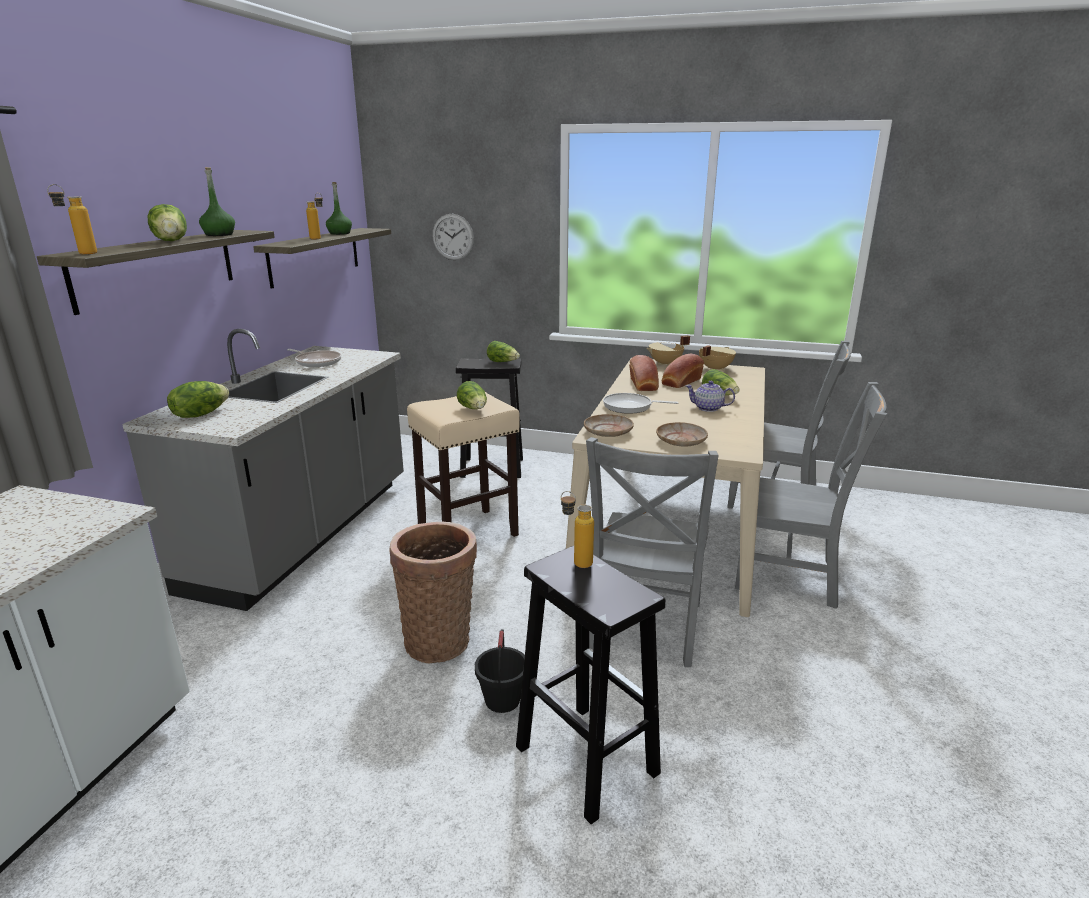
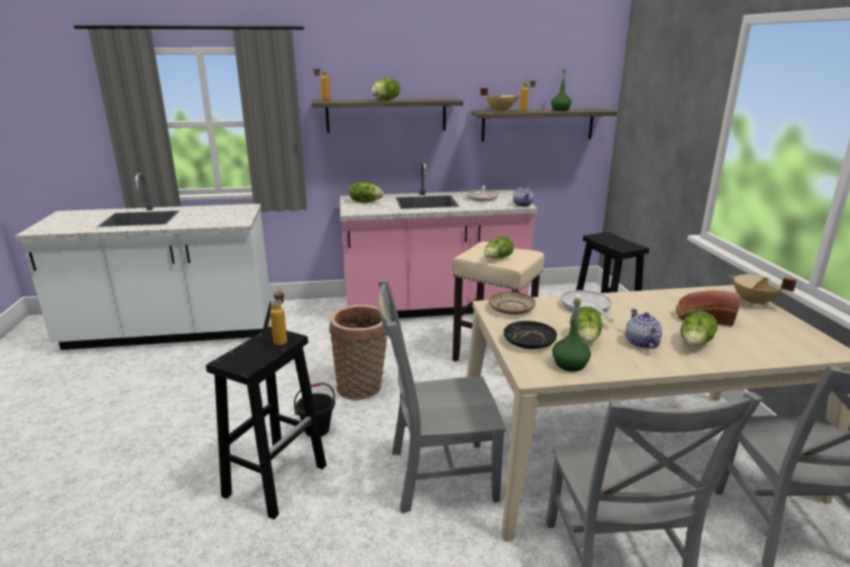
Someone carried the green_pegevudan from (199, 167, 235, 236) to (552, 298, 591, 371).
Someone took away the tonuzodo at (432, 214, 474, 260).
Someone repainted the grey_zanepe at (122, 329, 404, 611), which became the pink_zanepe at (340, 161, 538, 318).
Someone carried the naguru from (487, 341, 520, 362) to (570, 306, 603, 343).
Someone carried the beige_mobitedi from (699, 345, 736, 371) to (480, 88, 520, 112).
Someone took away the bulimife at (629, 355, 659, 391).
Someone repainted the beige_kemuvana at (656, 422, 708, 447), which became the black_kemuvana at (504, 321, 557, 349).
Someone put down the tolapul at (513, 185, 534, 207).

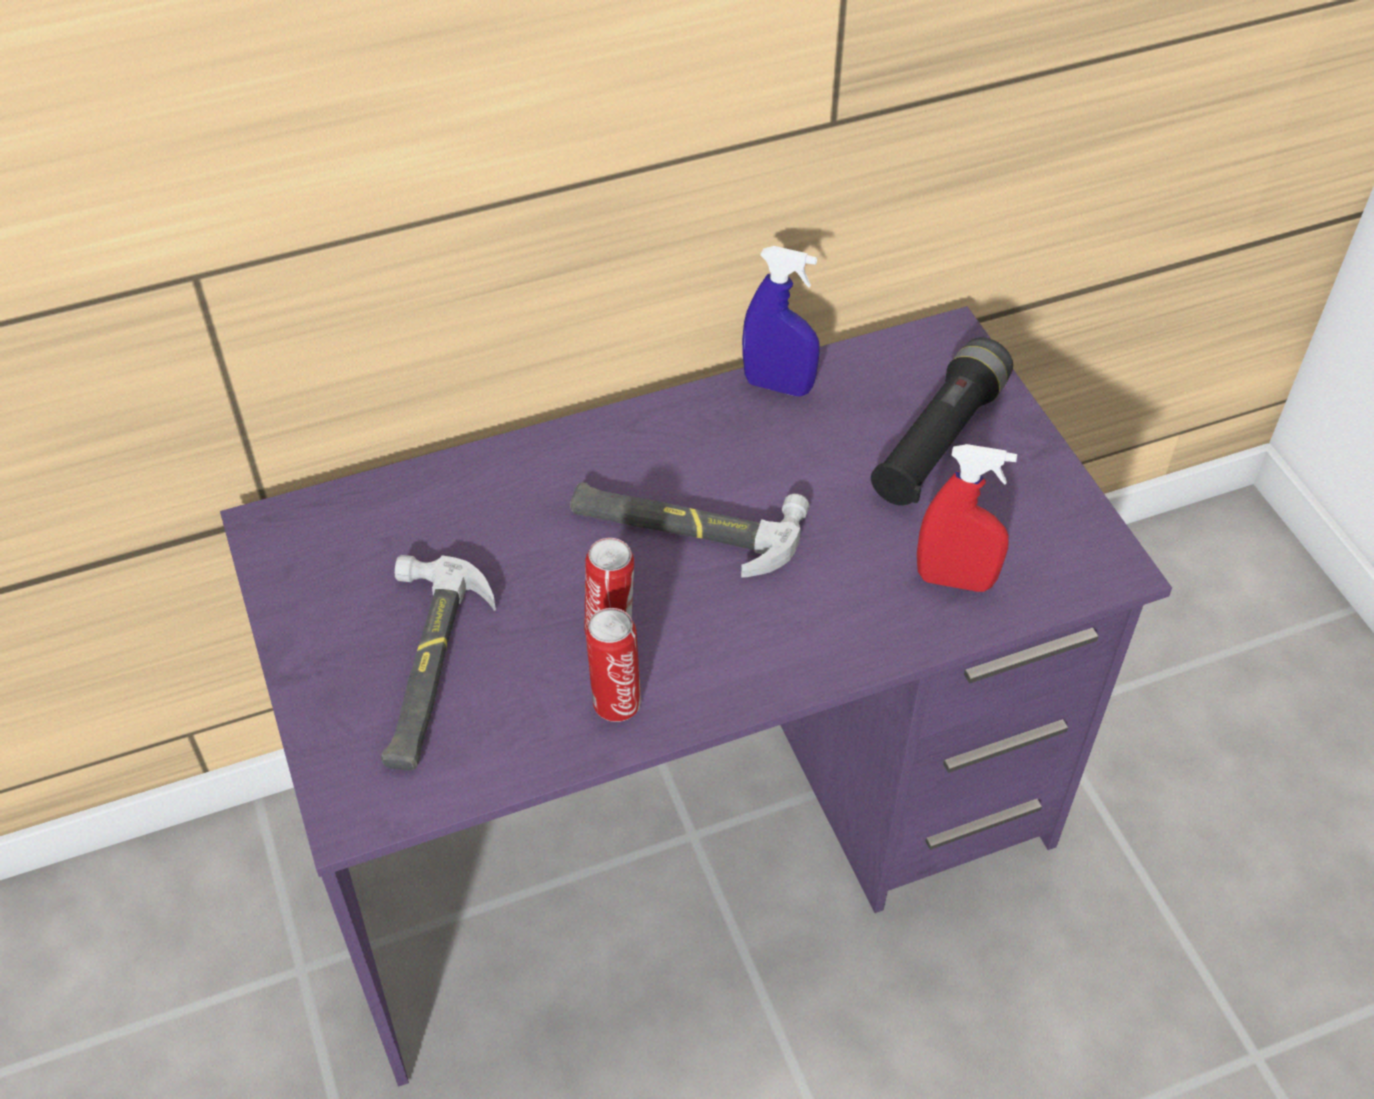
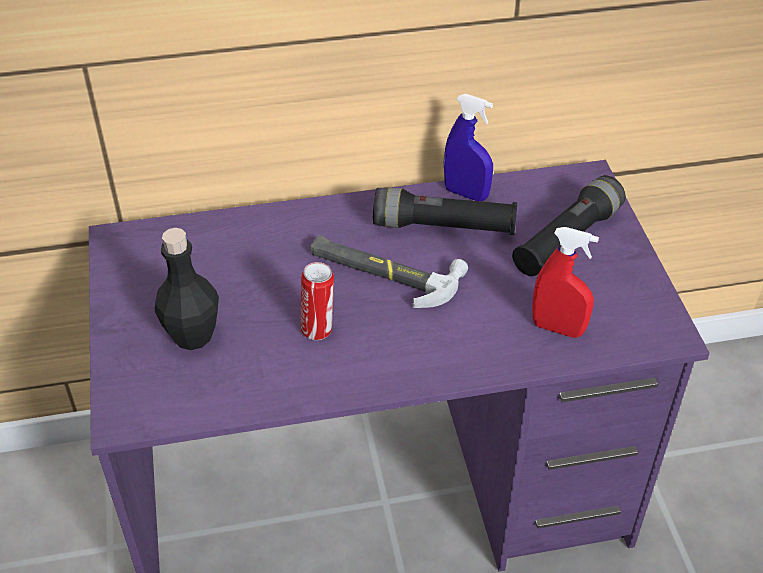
Someone swapped the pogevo at (381, 555, 496, 770) for the black_pegevudan at (155, 228, 219, 350).
Someone took away the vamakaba at (586, 608, 641, 722).
Someone put down the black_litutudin at (373, 187, 517, 235).

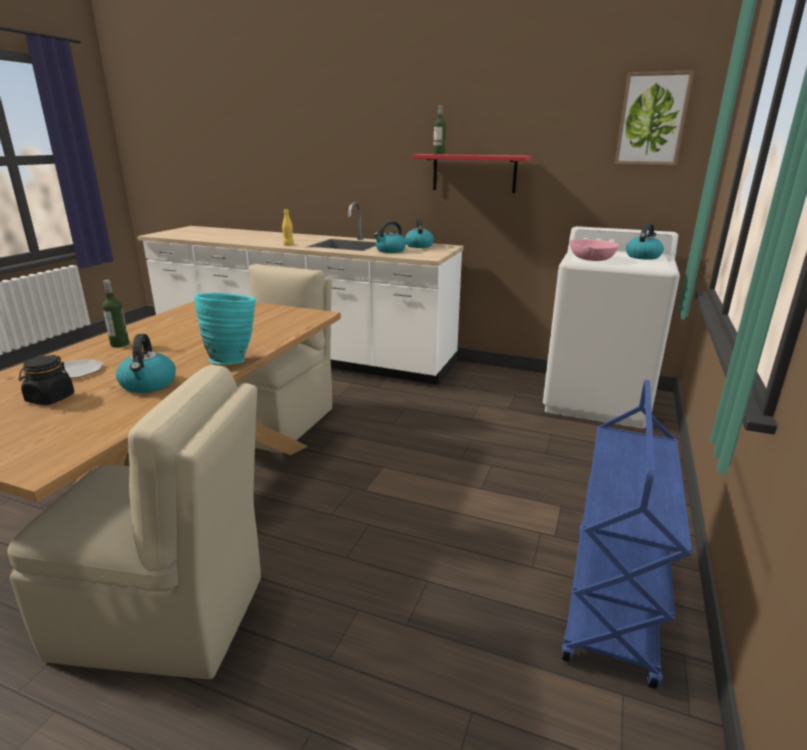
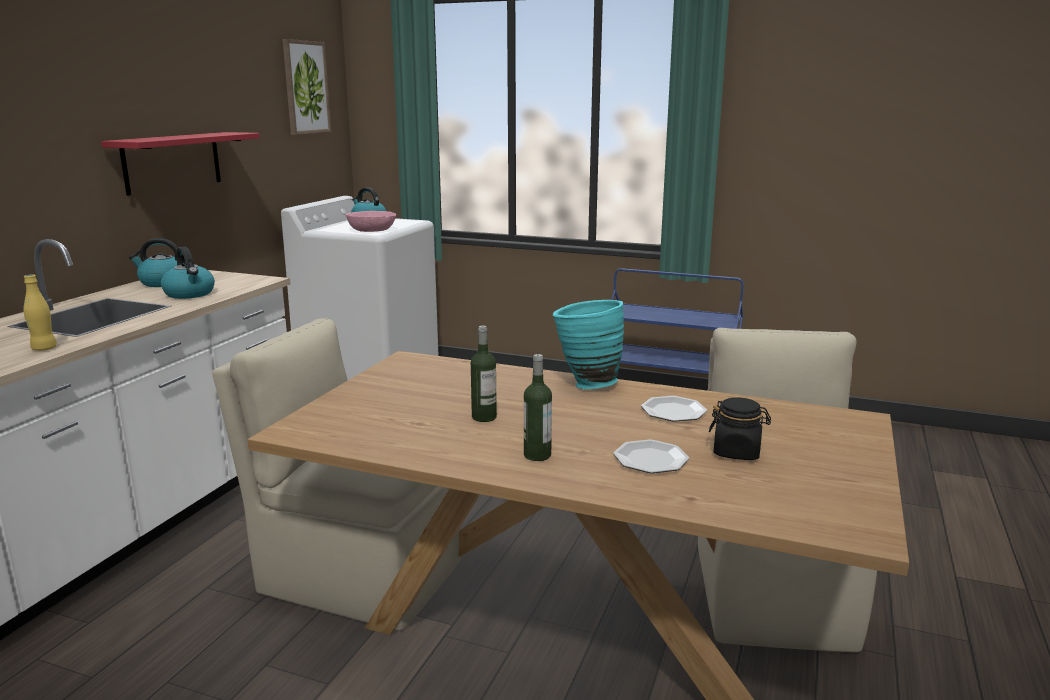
Someone carried the pegevudan from (433, 105, 446, 155) to (471, 326, 497, 422).
Someone swapped the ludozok at (116, 334, 176, 393) for the kemuvana at (641, 396, 707, 422).

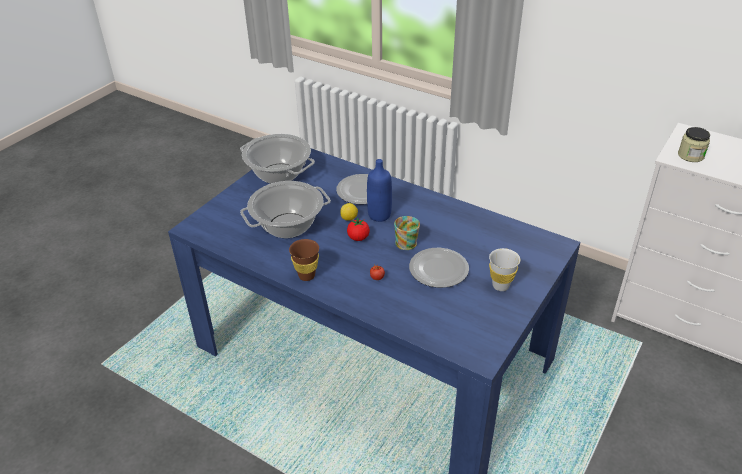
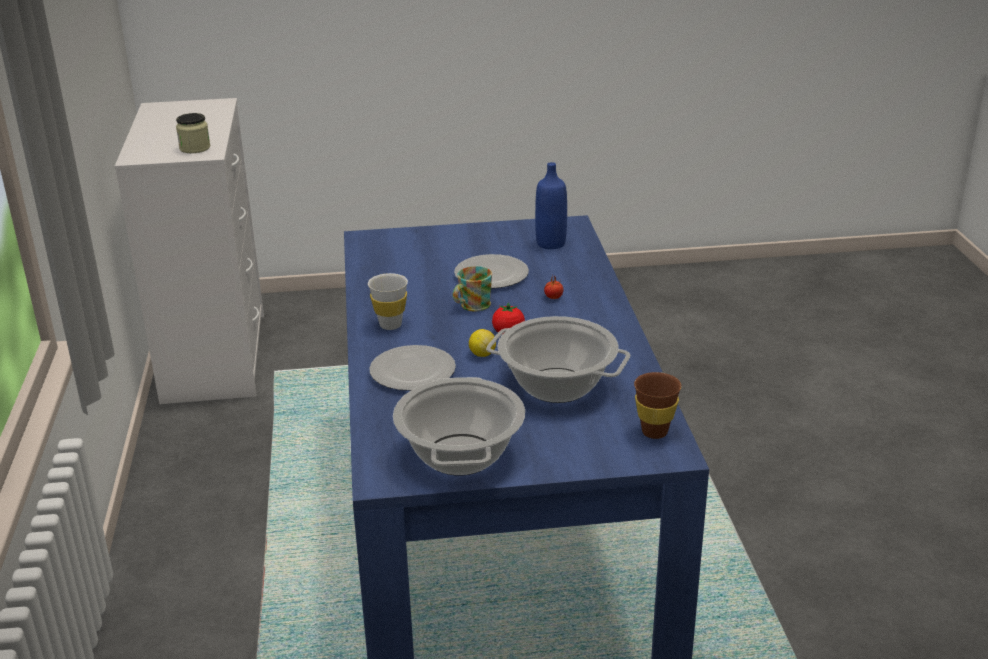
Someone carried the blue_pegevudan from (367, 159, 392, 222) to (535, 162, 567, 249).
Someone carried the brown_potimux from (289, 239, 319, 281) to (634, 372, 681, 439).
Someone carried the white_potimux from (489, 248, 520, 291) to (368, 273, 408, 330).

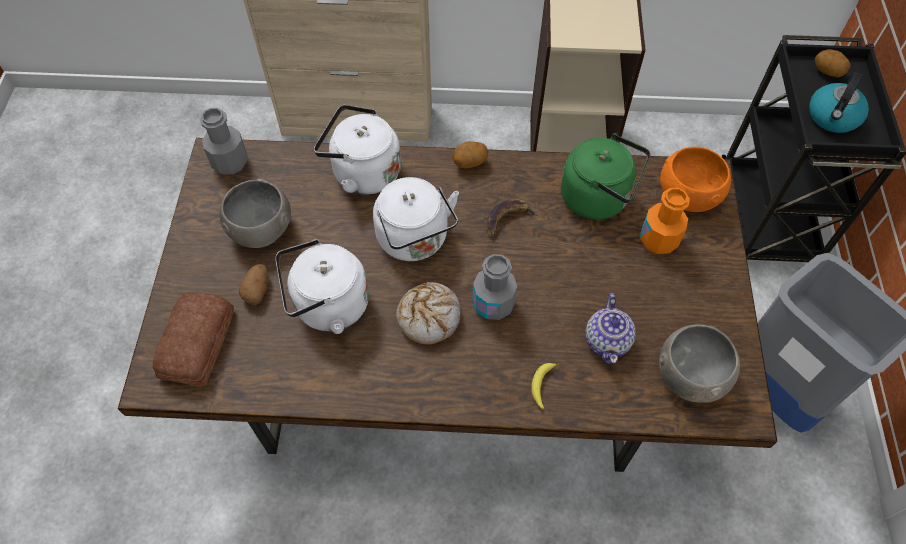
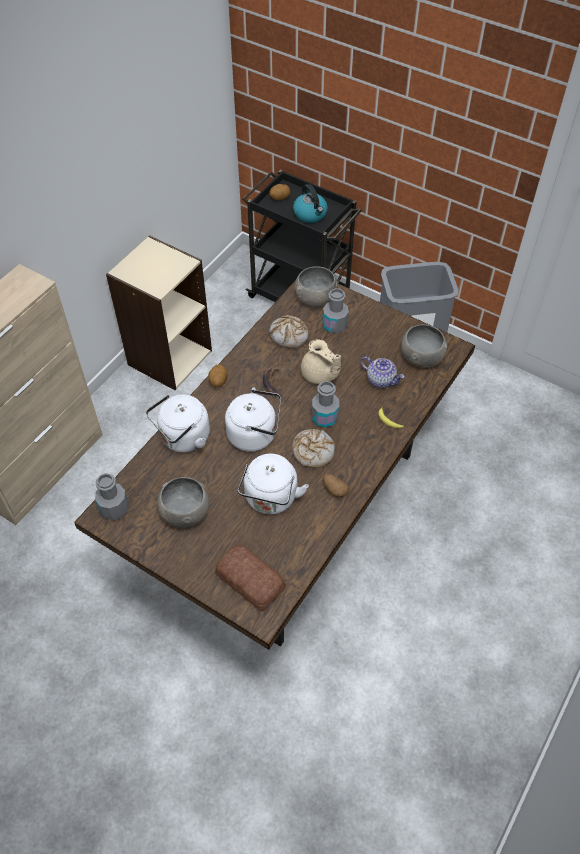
Someone swapped the green_ludozok at (561, 133, 650, 220) for the bulimife at (269, 315, 309, 348).
Someone repainted the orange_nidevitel at (660, 147, 731, 212), which became the grey_nidevitel at (295, 266, 339, 307).
Someone repainted the orange_pegevudan at (640, 188, 690, 254), which became the grey_pegevudan at (323, 288, 349, 334).
Someone carried the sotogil from (239, 264, 268, 305) to (323, 474, 349, 497).
Someone put down the beige_tolapul at (301, 339, 341, 384).

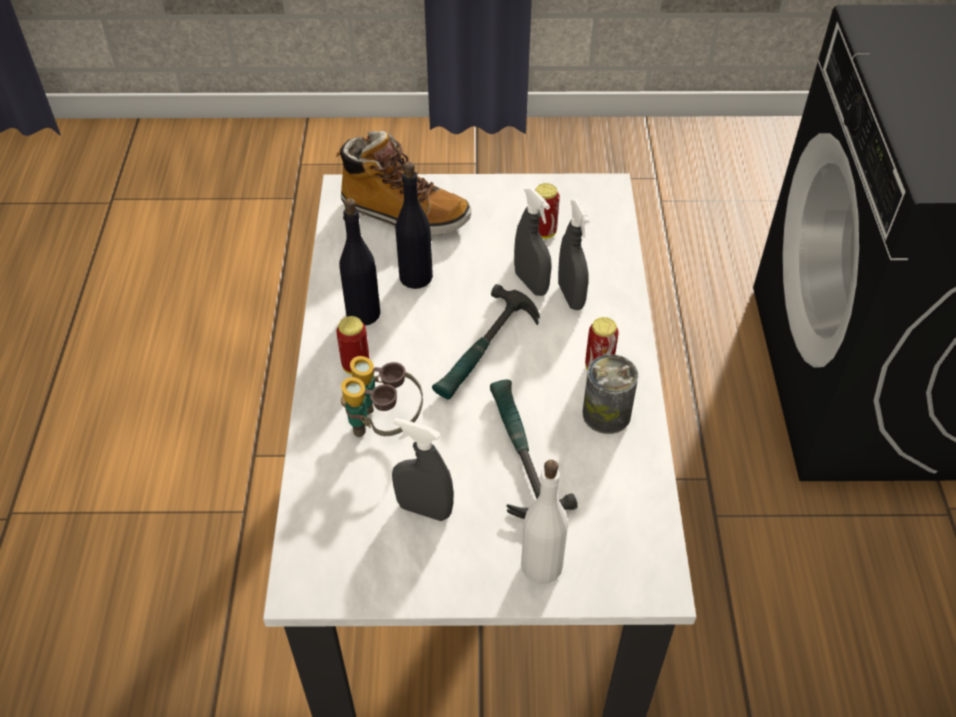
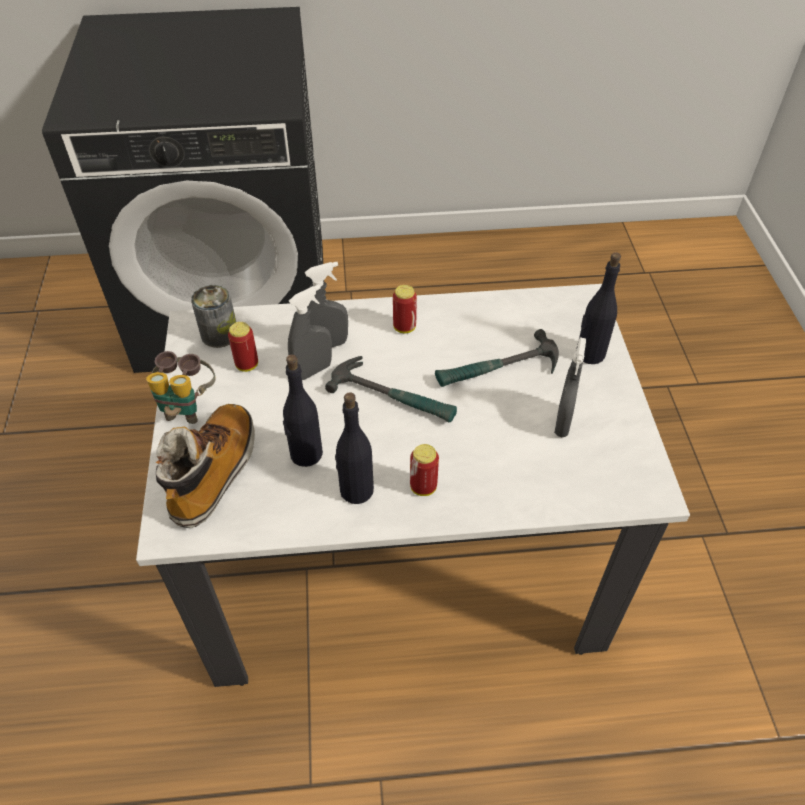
Someone carried the vamakaba from (583, 354, 638, 434) to (191, 284, 236, 348).
Someone carried the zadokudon from (341, 356, 423, 437) to (146, 351, 216, 424).
Someone repainted the white_pegevudan at (521, 460, 568, 584), which became the black_pegevudan at (576, 252, 621, 364).

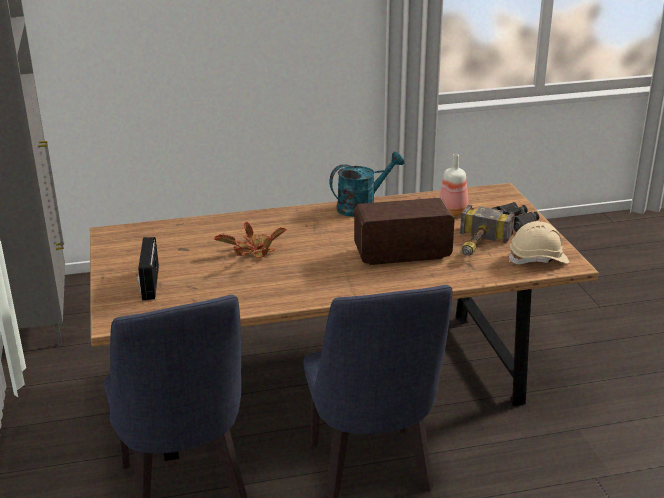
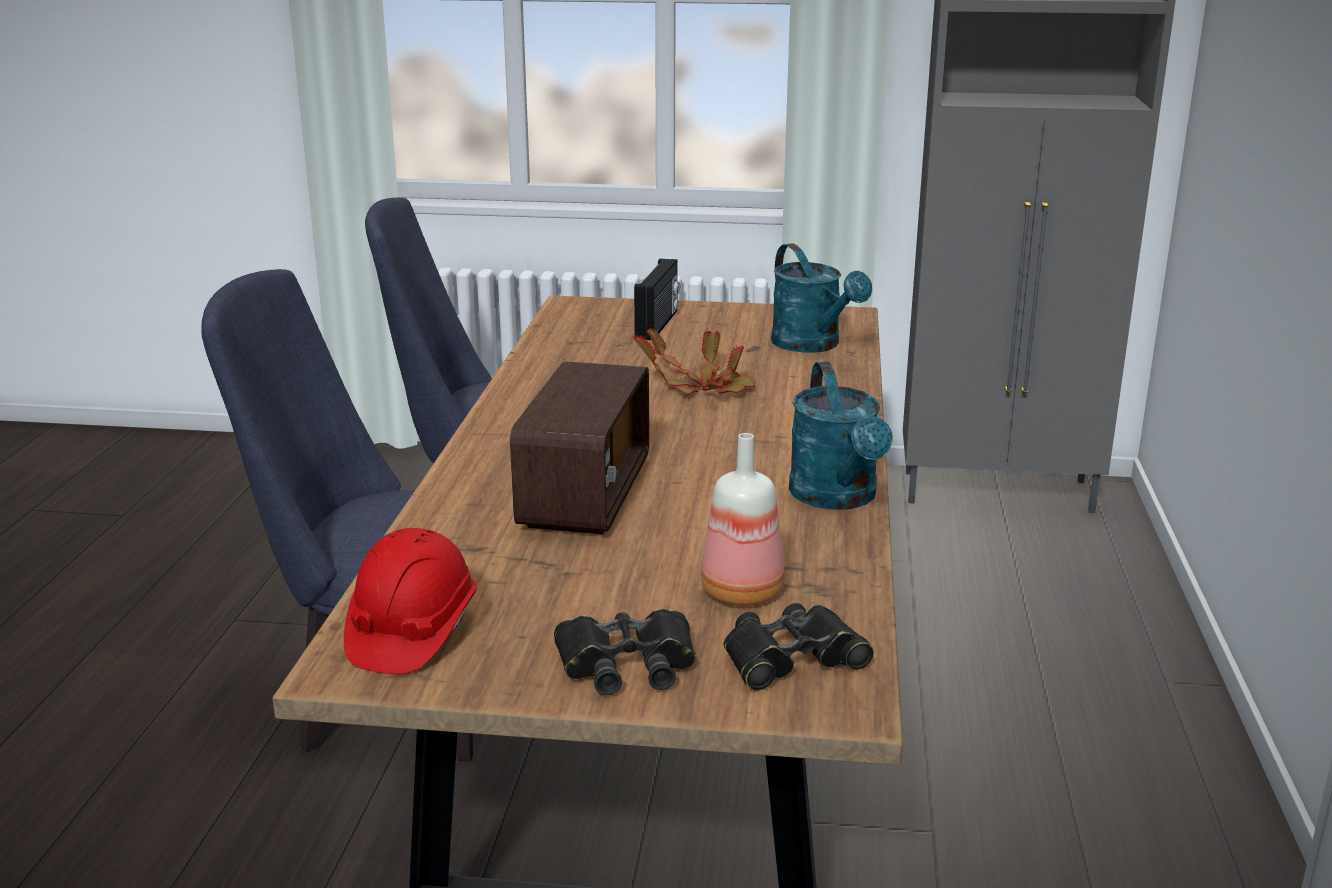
Someone took away the pogevo at (460, 204, 515, 256).
Someone repainted the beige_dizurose at (509, 221, 569, 264), which became the red_dizurose at (344, 528, 477, 674).
Someone rotated the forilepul at (137, 237, 159, 300) by 90 degrees clockwise.
Someone put down the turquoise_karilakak at (771, 243, 872, 353).
Someone put down the black_zadokudon at (724, 603, 874, 691).

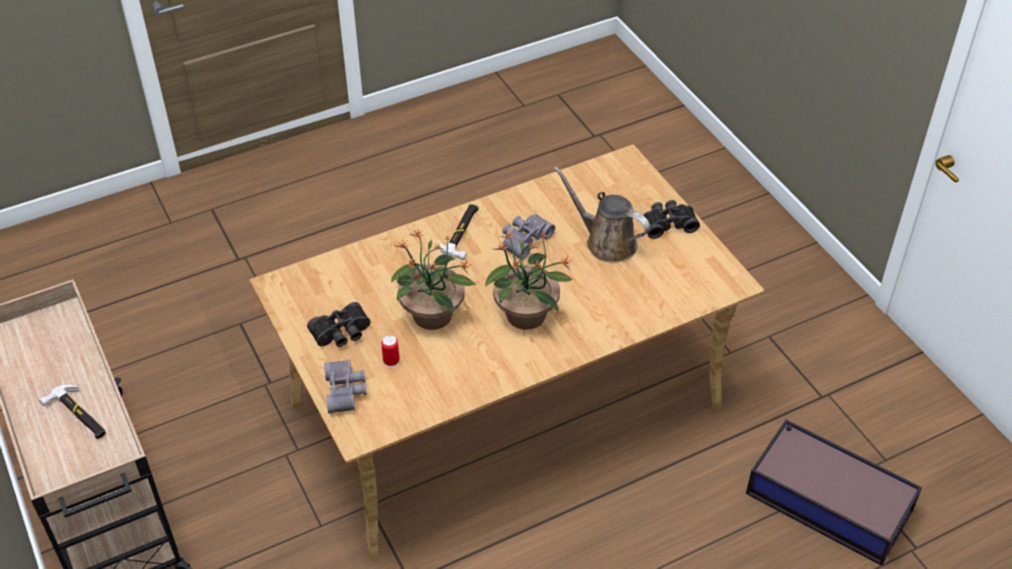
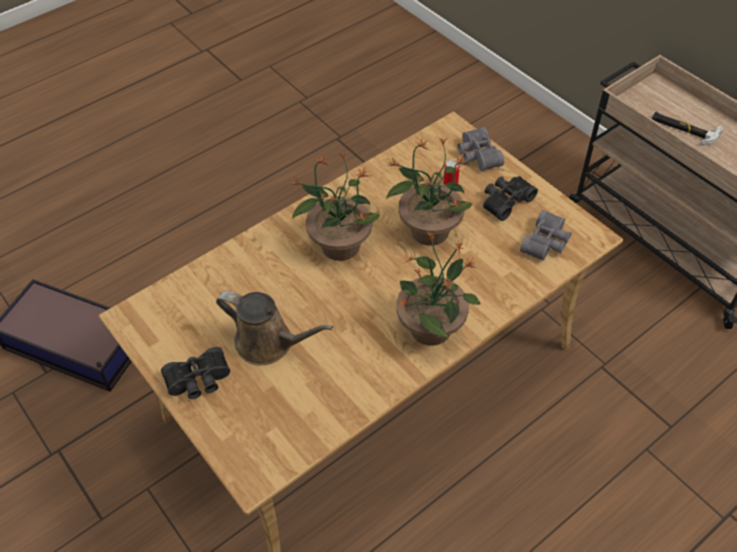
Someone swapped the pogevo at (438, 204, 479, 260) for the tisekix at (396, 231, 481, 346).
Someone carried the grey_zadokudon from (502, 214, 555, 259) to (520, 210, 572, 261).

